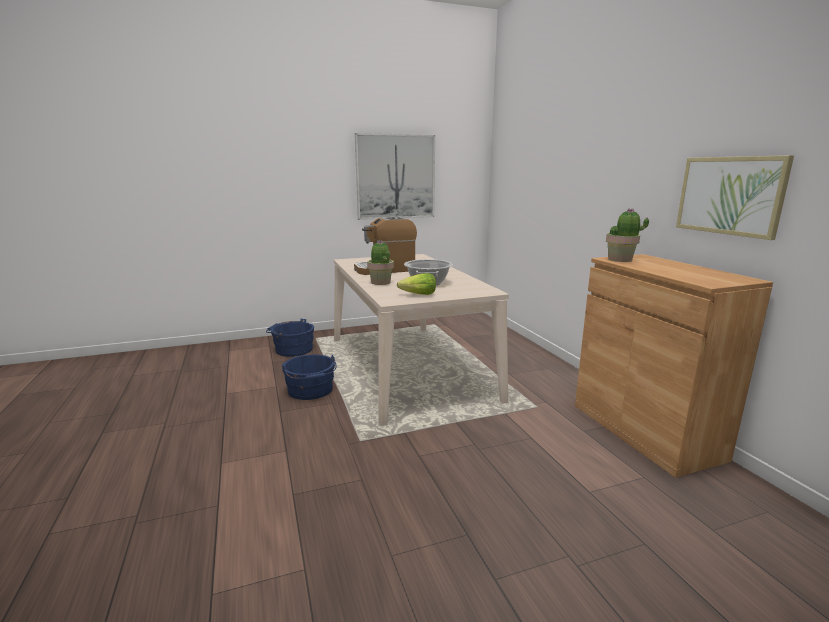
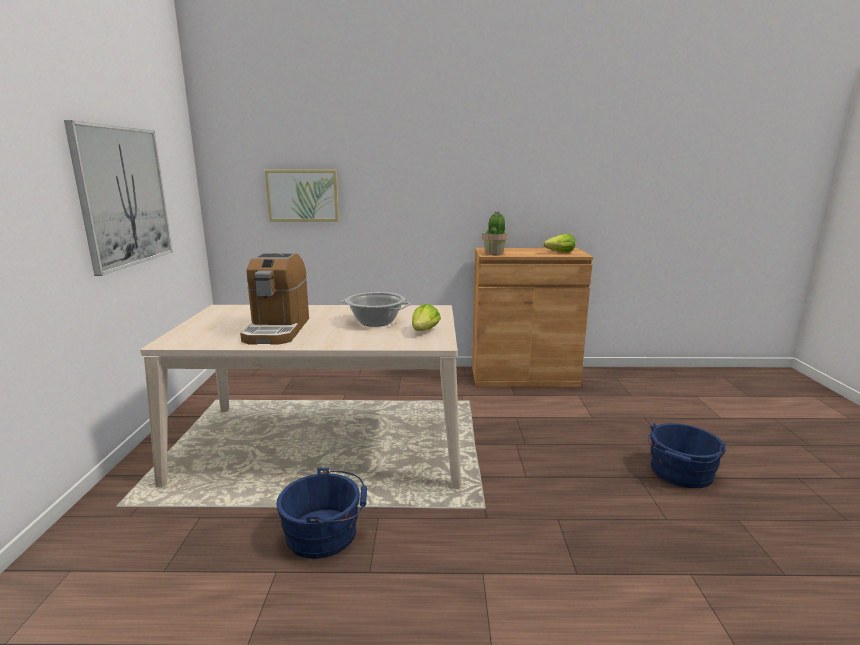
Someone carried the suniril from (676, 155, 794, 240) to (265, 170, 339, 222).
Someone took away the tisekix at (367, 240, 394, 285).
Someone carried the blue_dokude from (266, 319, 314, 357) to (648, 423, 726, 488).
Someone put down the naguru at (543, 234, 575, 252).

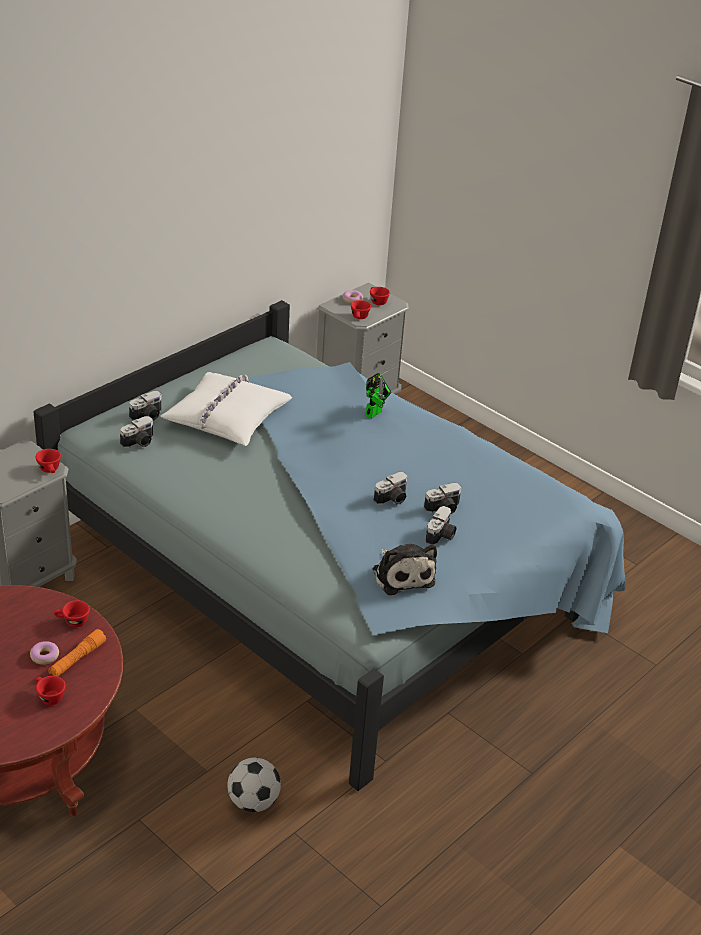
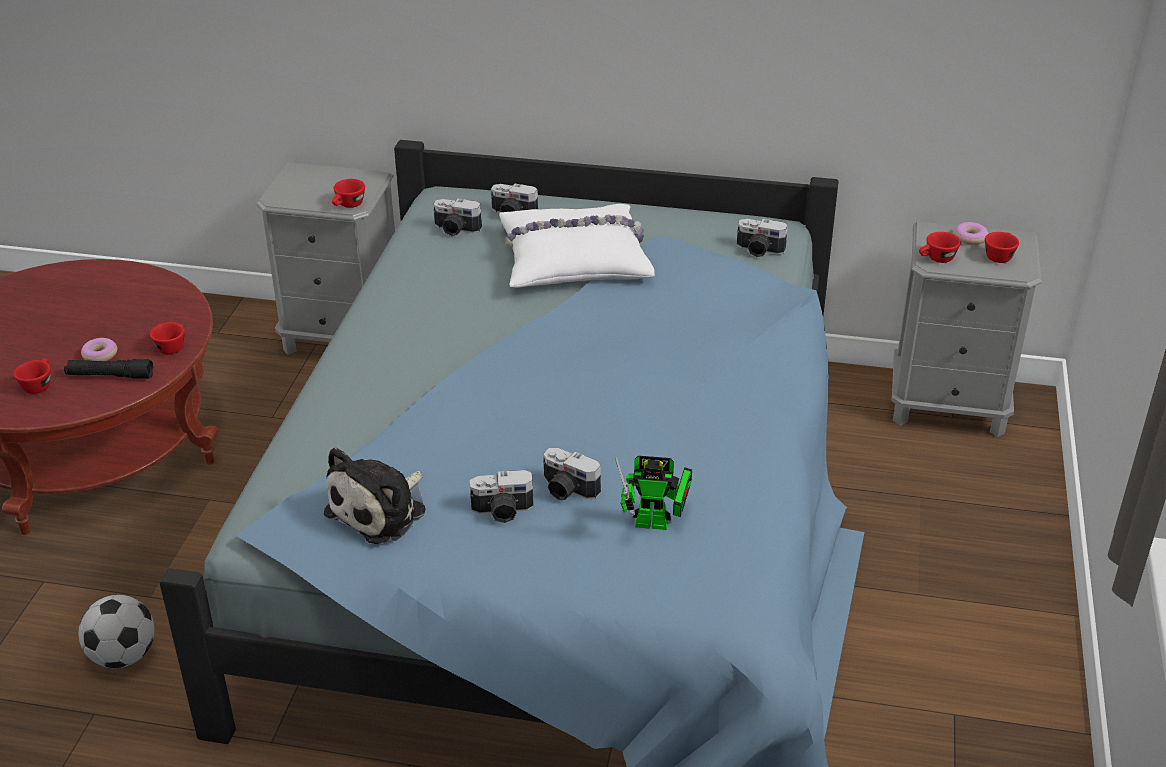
Someone carried the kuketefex from (365, 373, 392, 418) to (615, 456, 692, 530).
Someone carried the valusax from (374, 472, 408, 504) to (737, 219, 788, 257).
Someone repainted the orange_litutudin at (48, 629, 106, 676), which became the black_litutudin at (64, 359, 153, 379).

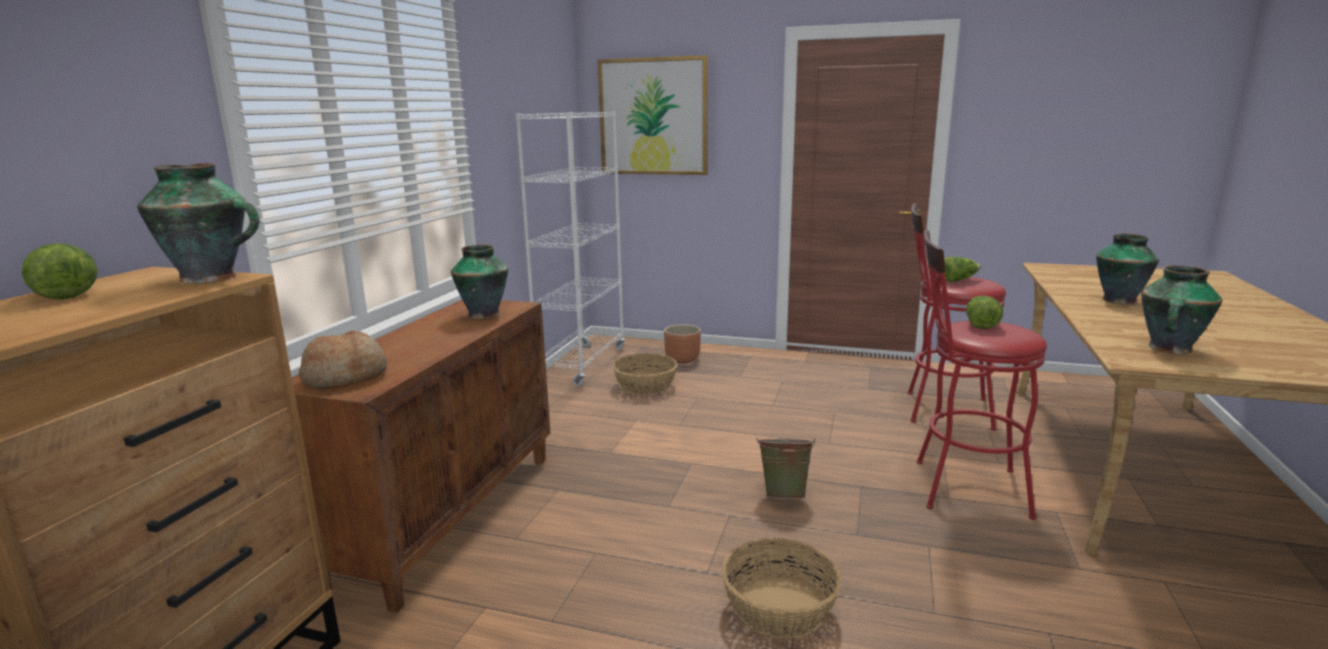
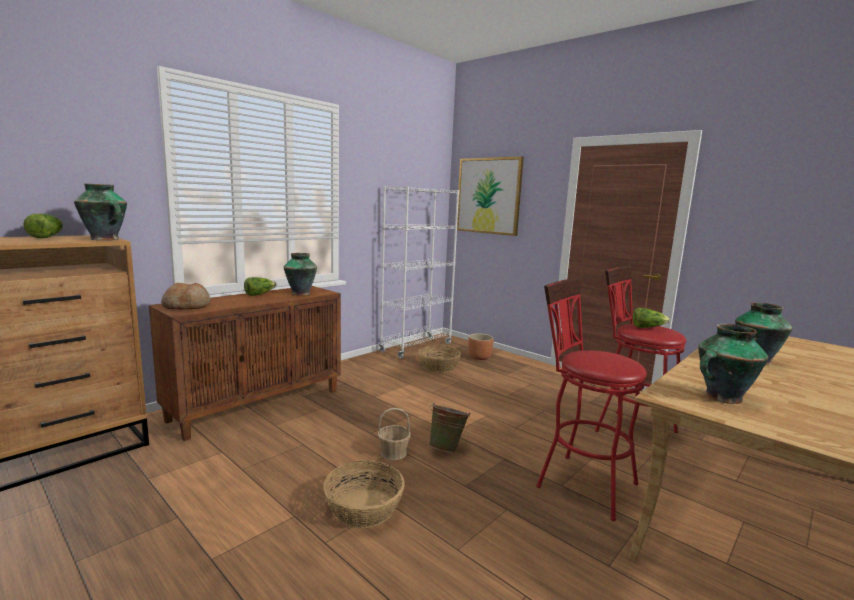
Someone carried the naguru from (966, 296, 1003, 329) to (244, 277, 277, 296).
Someone put down the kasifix at (378, 408, 411, 460).

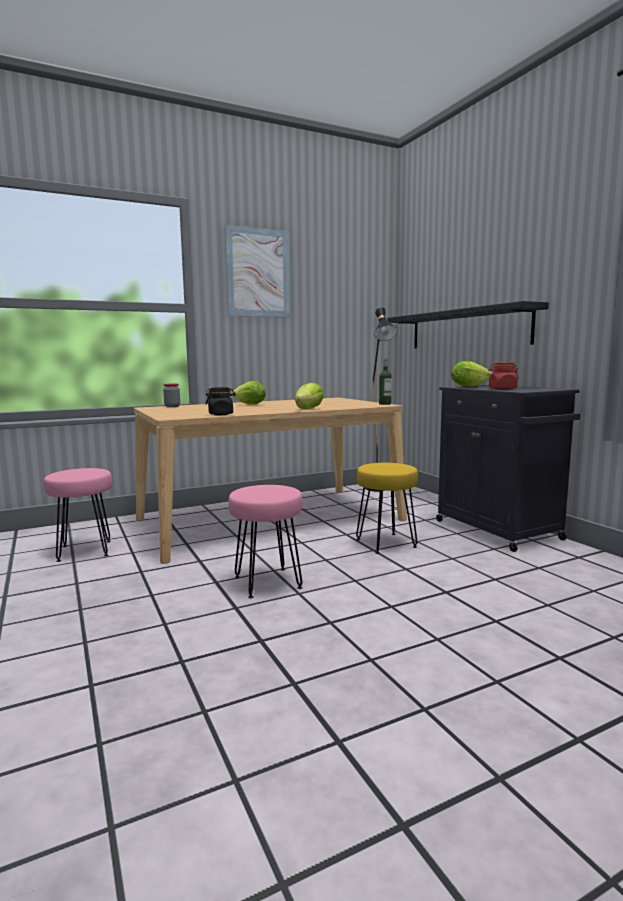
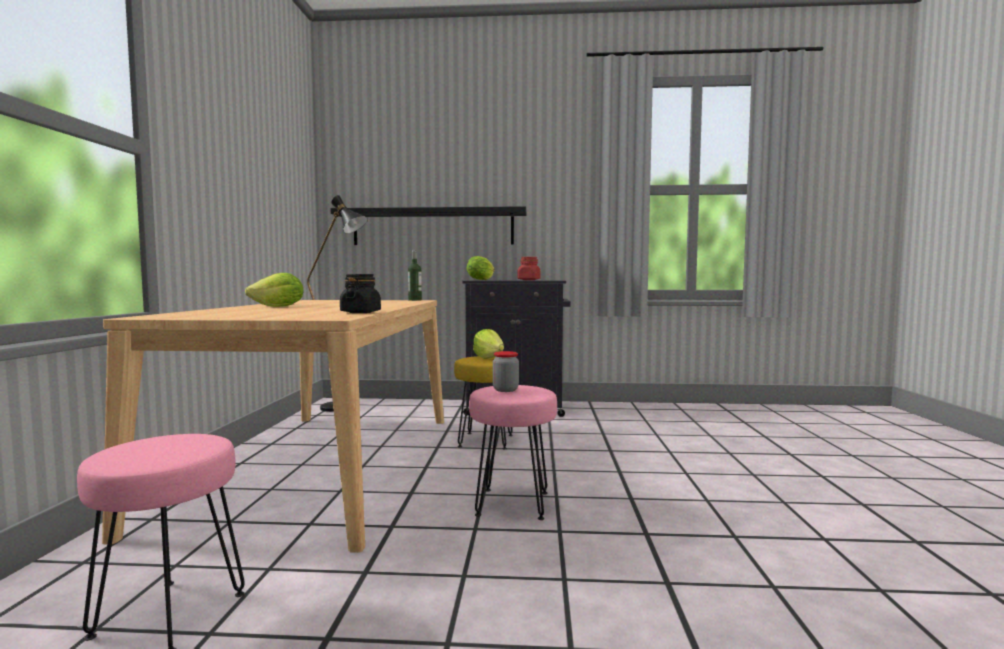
Someone took away the suniril at (224, 225, 290, 317).
Someone carried the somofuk from (163, 383, 180, 407) to (493, 351, 519, 392).
Someone carried the naguru from (295, 383, 324, 409) to (473, 329, 504, 359).

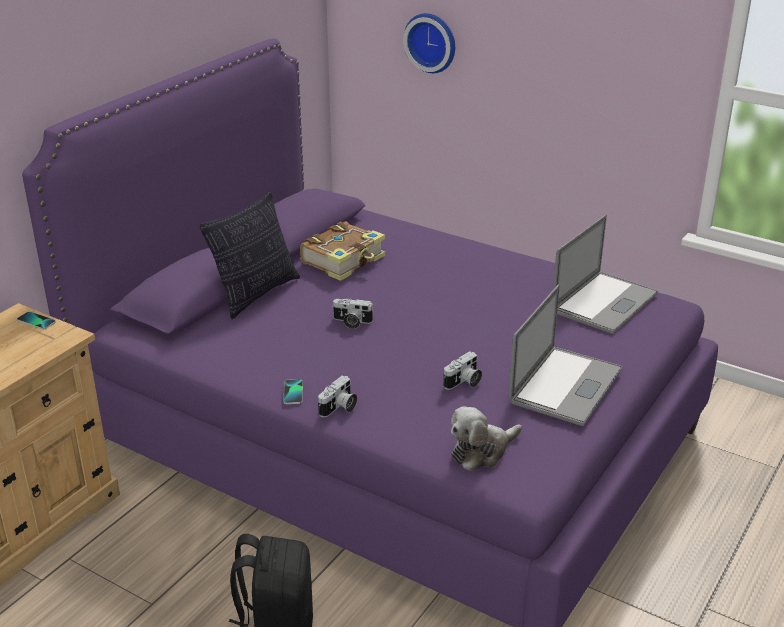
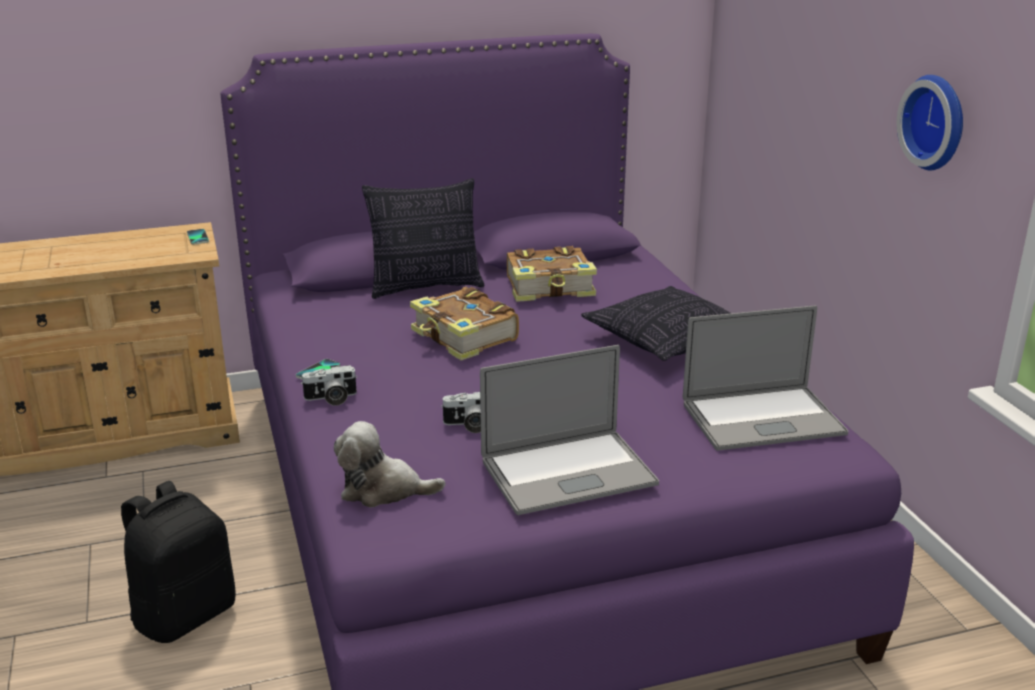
Someone carried the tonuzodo from (403, 13, 455, 73) to (897, 75, 963, 170).
Someone swapped the valusax at (332, 298, 374, 329) for the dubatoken at (410, 287, 519, 360).
Someone put down the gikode at (581, 286, 731, 361).

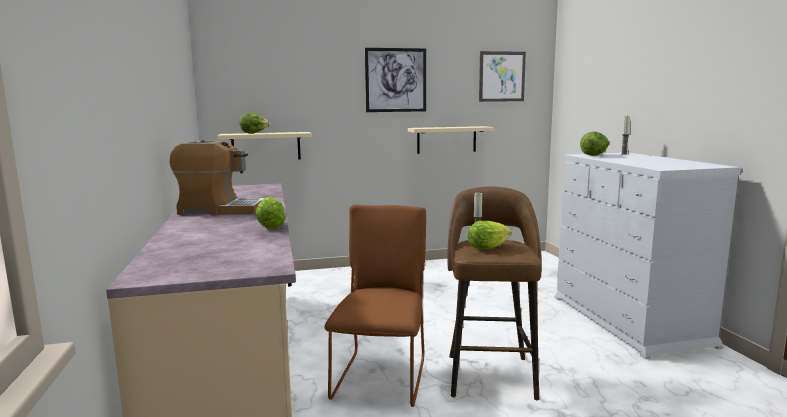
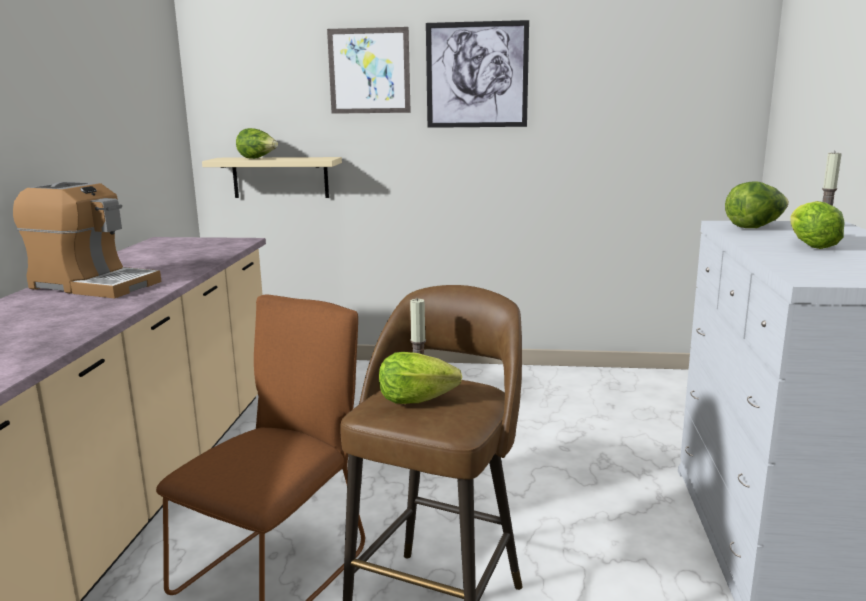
Someone carried the suniril from (479, 51, 526, 102) to (327, 27, 411, 114).
Someone took away the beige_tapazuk at (408, 126, 494, 154).
Someone carried the naguru from (255, 197, 286, 229) to (790, 201, 844, 249).

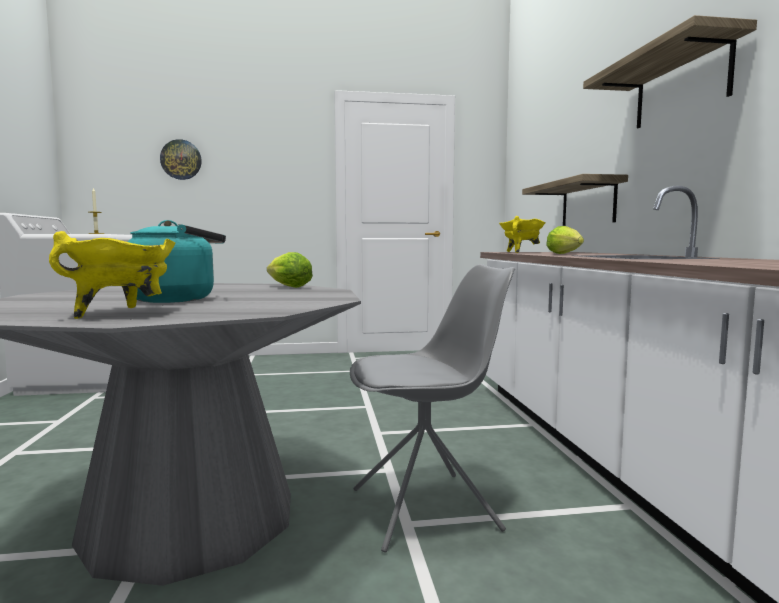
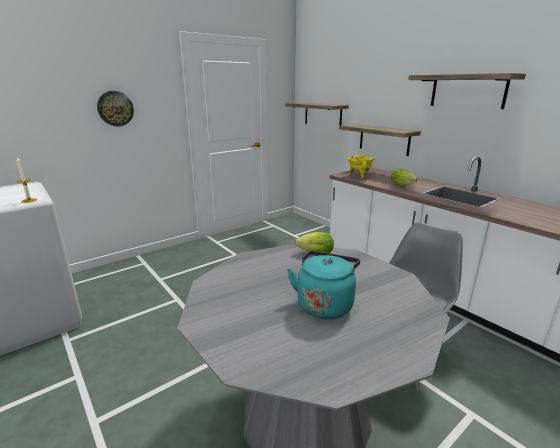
Someone carried the tonuzodo from (160, 139, 202, 180) to (97, 91, 134, 127).
Someone took away the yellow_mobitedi at (49, 231, 175, 319).
Someone put up the tapazuk at (285, 103, 349, 126).

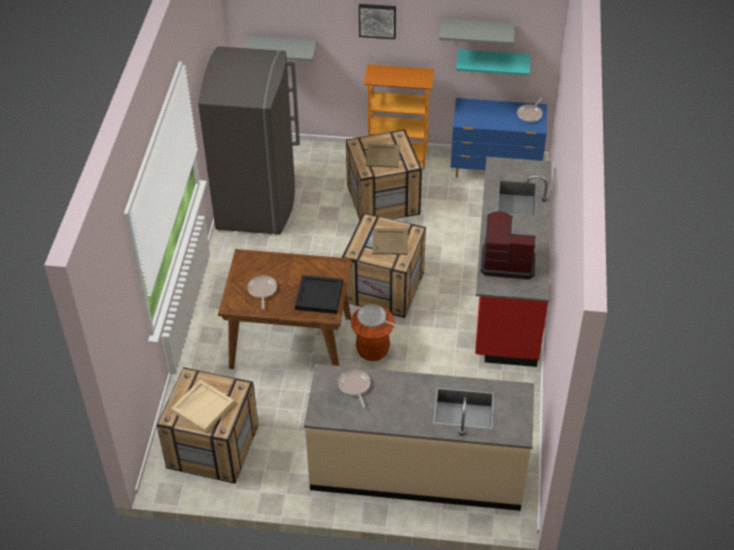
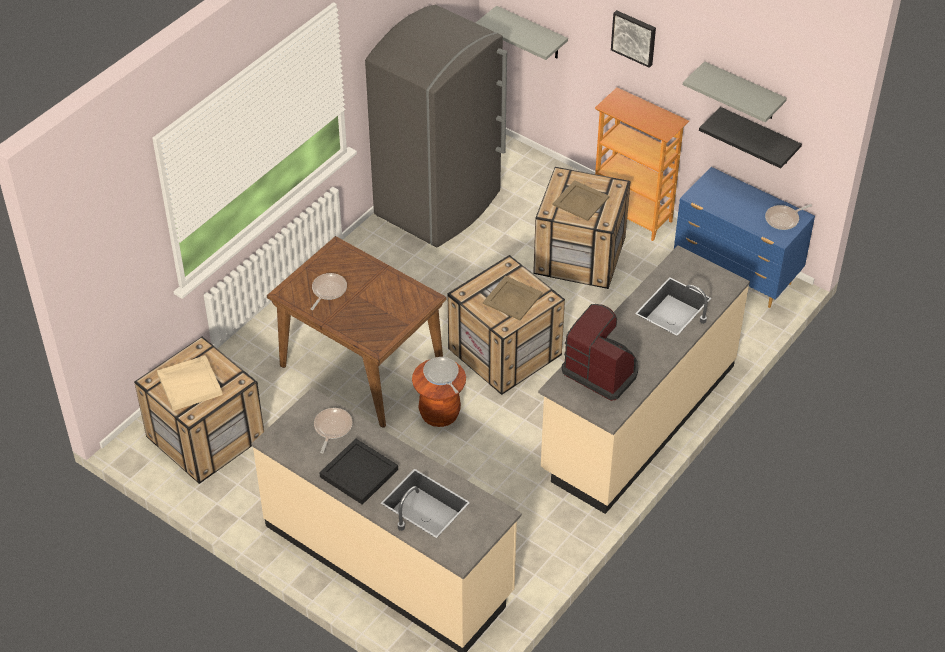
Someone repainted the turquoise_tapazuk at (456, 49, 531, 76), which became the black_tapazuk at (699, 107, 802, 168).
Someone repainted the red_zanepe at (475, 157, 552, 367), which became the beige_zanepe at (538, 245, 750, 514).
Someone carried the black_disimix from (295, 275, 343, 314) to (319, 439, 398, 505).

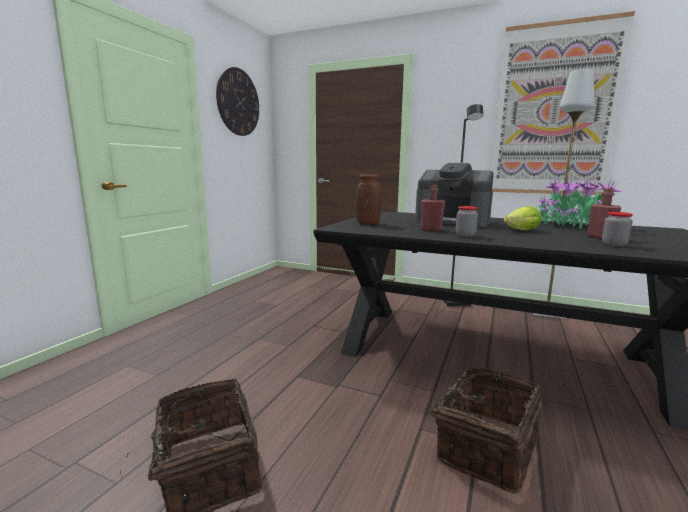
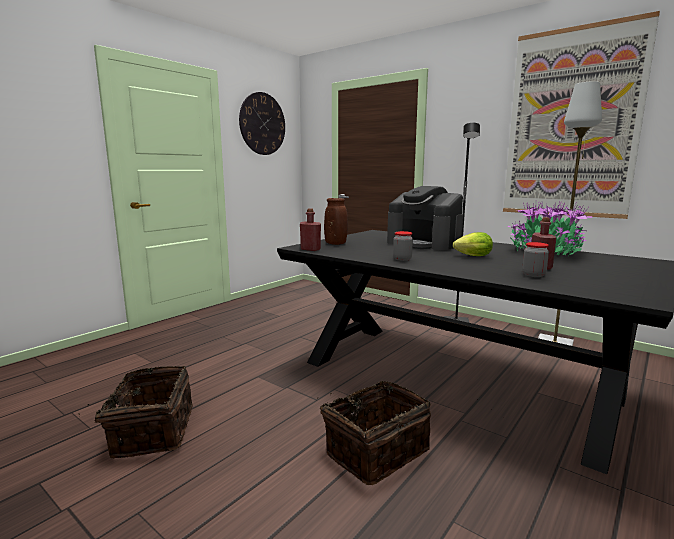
Someone carried the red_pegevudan from (420, 185, 445, 231) to (300, 208, 321, 251).

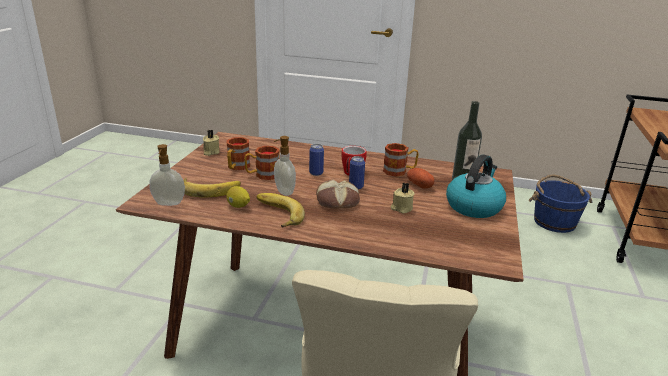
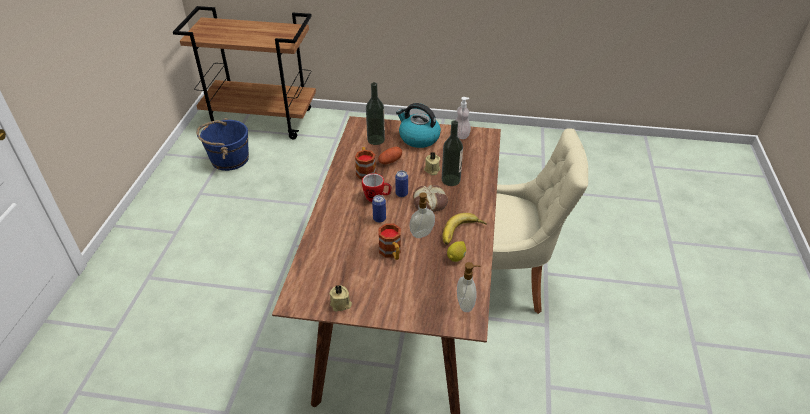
Someone took away the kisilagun at (227, 137, 250, 170).
Someone took away the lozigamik at (184, 178, 241, 198).
Someone put down the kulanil at (455, 97, 471, 139).
Someone put down the pegevudan at (442, 120, 463, 186).

